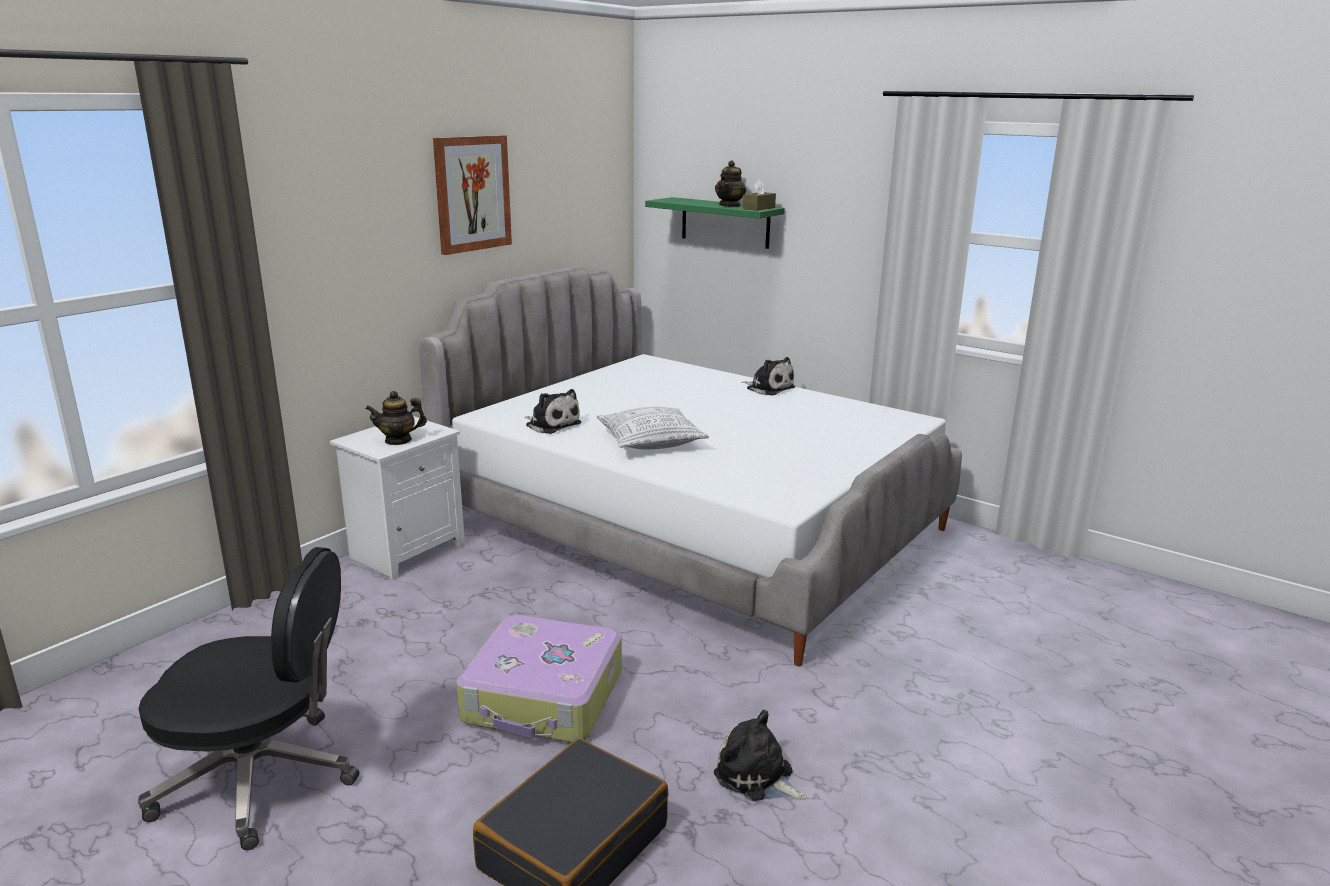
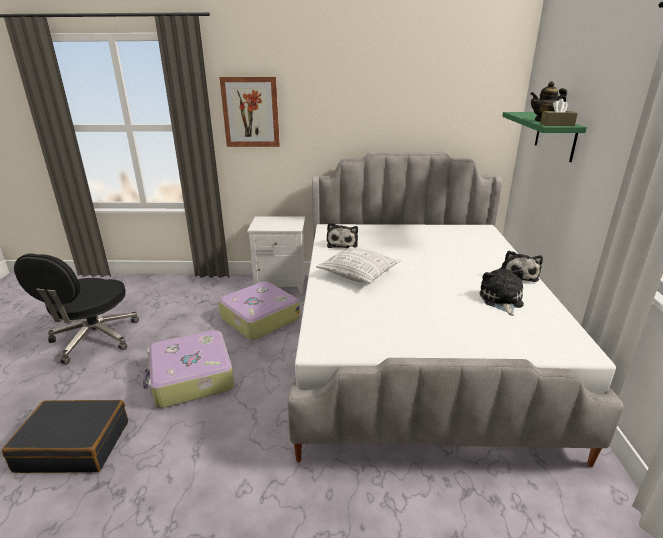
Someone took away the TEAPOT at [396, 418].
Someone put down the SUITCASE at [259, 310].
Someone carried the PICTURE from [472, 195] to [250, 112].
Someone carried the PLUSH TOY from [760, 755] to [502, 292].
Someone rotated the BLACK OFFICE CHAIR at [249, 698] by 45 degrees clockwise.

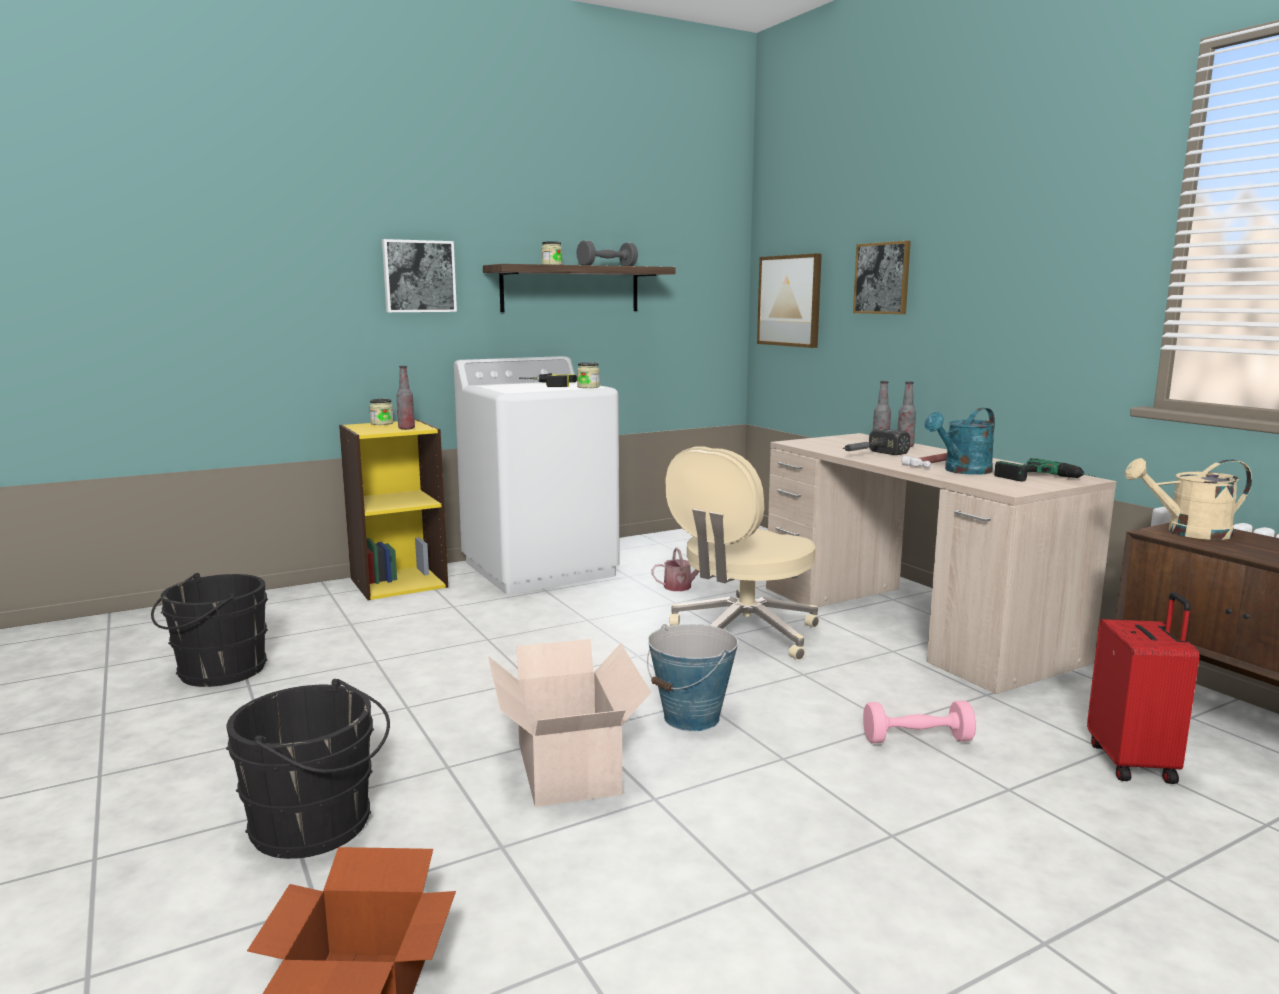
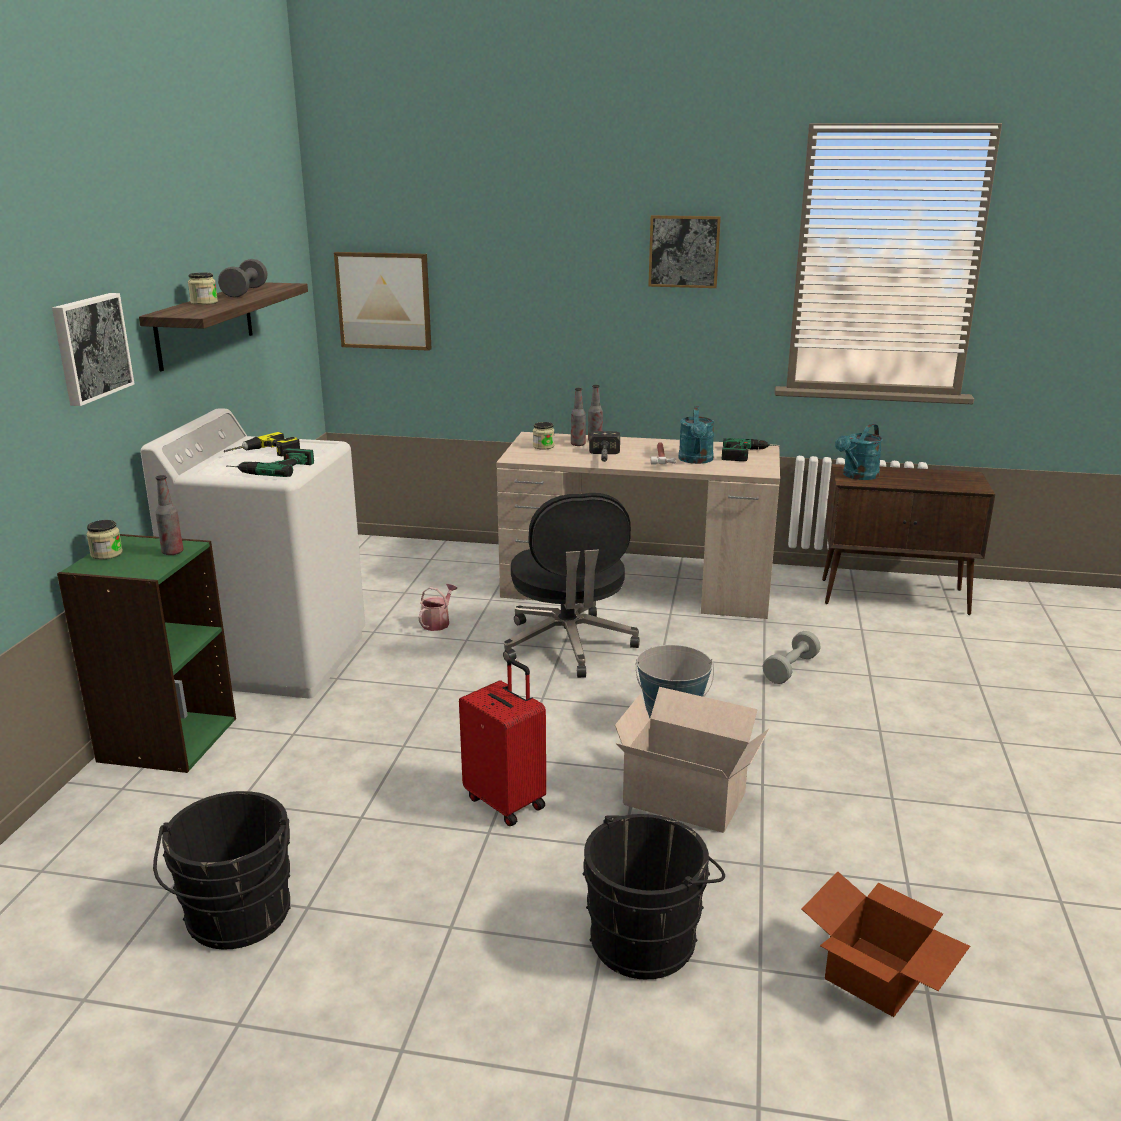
Someone put down the POWER DRILL at [271, 462].
Someone carried the JAR from [588, 375] to [543, 435].
Someone carried the PICTURE from [882, 277] to [684, 251].
Someone carried the RED SUITCASE from [1143, 688] to [502, 742].
Someone repainted the YELLOW BOOKCASE at [393, 510], which became the GREEN BOOKCASE at [146, 653].
Someone repainted the BEIGE OFFICE CHAIR at [742, 553], which became the BLACK OFFICE CHAIR at [571, 585].
Someone repainted the PINK DUMBBELL at [919, 722], which became the GREY DUMBBELL at [792, 657].
Someone repainted the BEIGE WATERING CAN at [1188, 499], which became the TURQUOISE WATERING CAN at [859, 452].

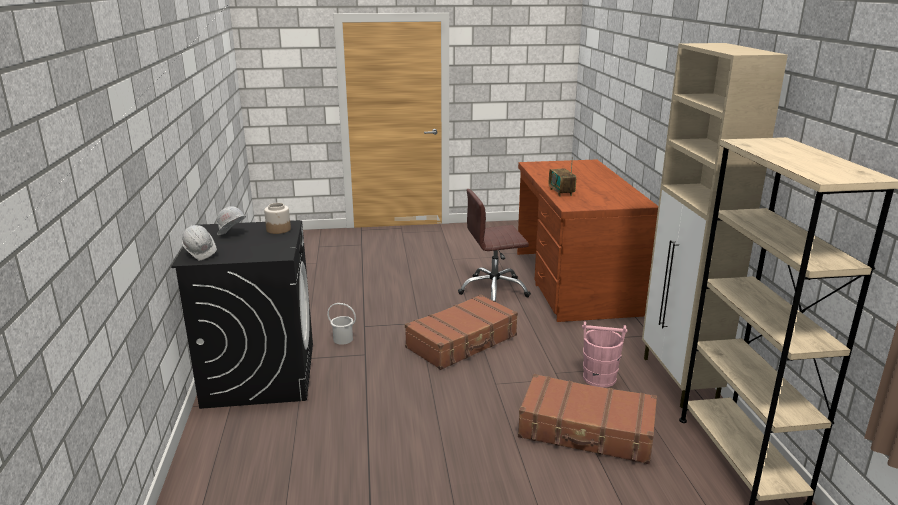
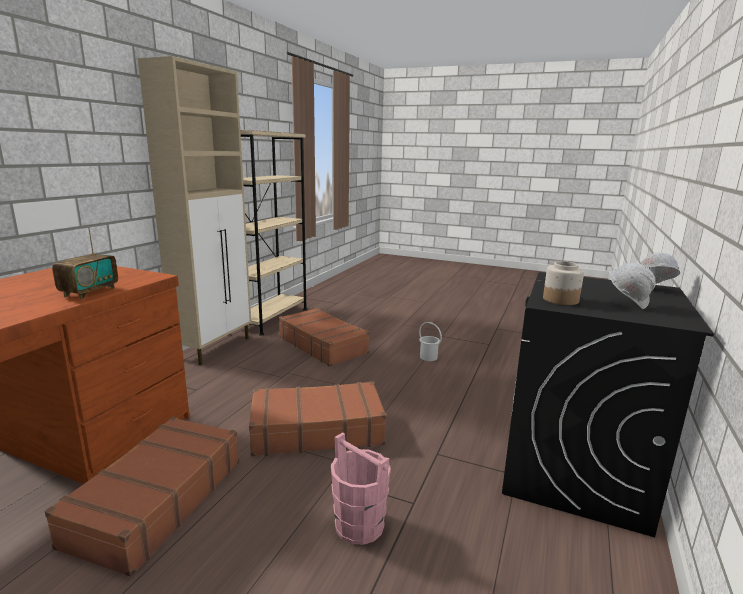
Someone carried the WHITE BUCKET from [341, 324] to [430, 341].
Someone carried the PINK BUCKET from [604, 354] to [361, 488].
Someone swapped the BROWN OFFICE CHAIR at [494, 245] for the BROWN SUITCASE at [142, 497].

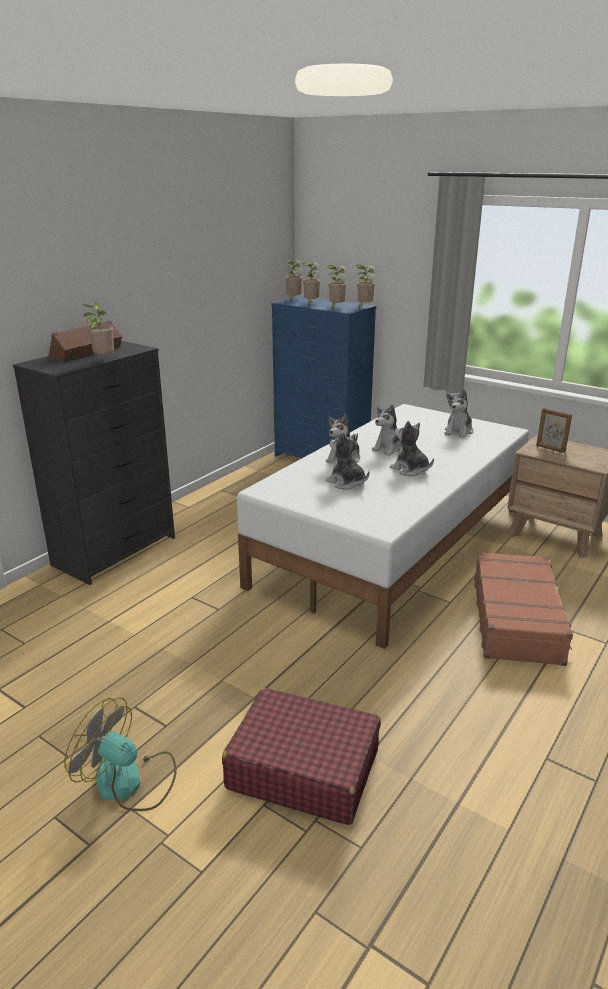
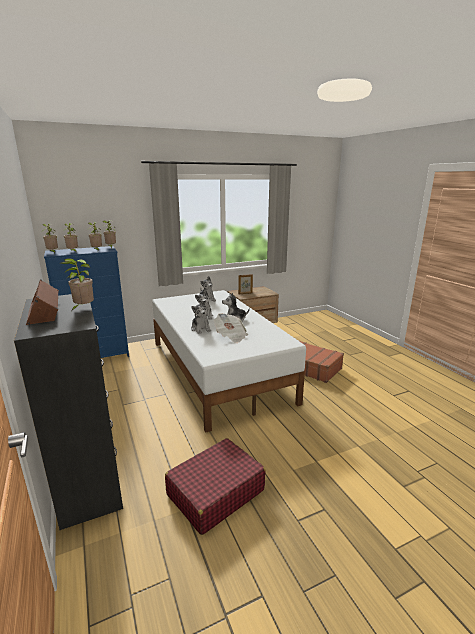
Someone took away the FAN at [120, 754].
Someone carried the RED SUITCASE from [301, 756] to [215, 486].
Someone swapped the PLUSH TOY at [347, 461] for the NEWSPAPER at [231, 328].

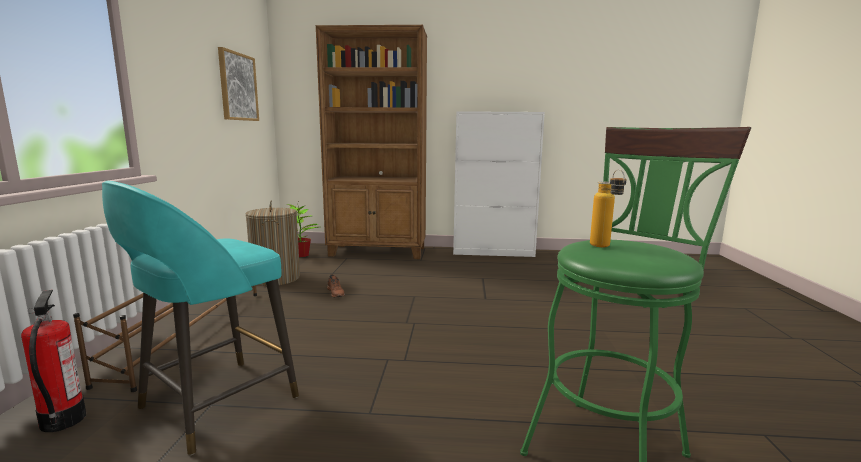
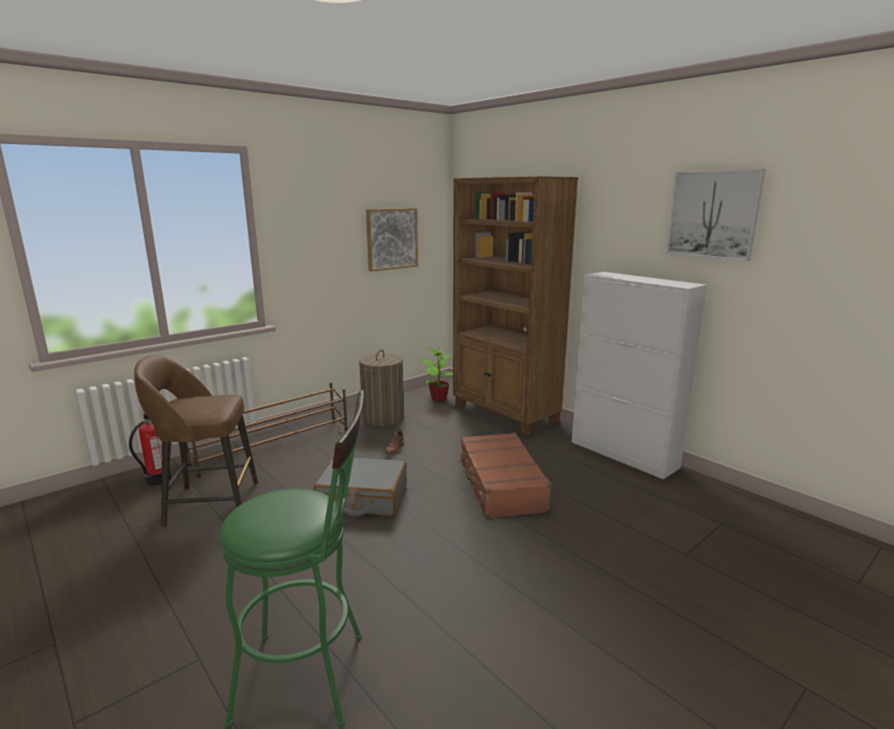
Someone took away the BOTTLE at [608, 208].
Someone put down the GREY SUITCASE at [360, 486].
Someone put down the BROWN SUITCASE at [505, 475].
Someone put up the PICTURE at [716, 215].
Someone repainted the TURQUOISE STOOL at [200, 318], which became the BROWN STOOL at [196, 441].

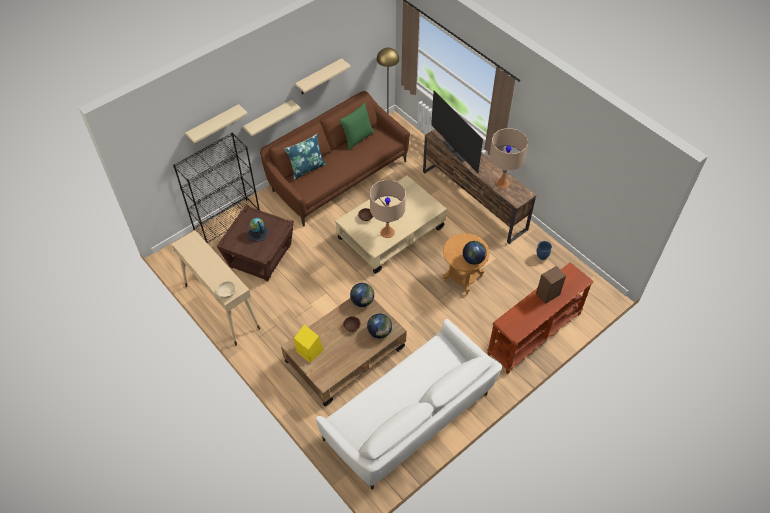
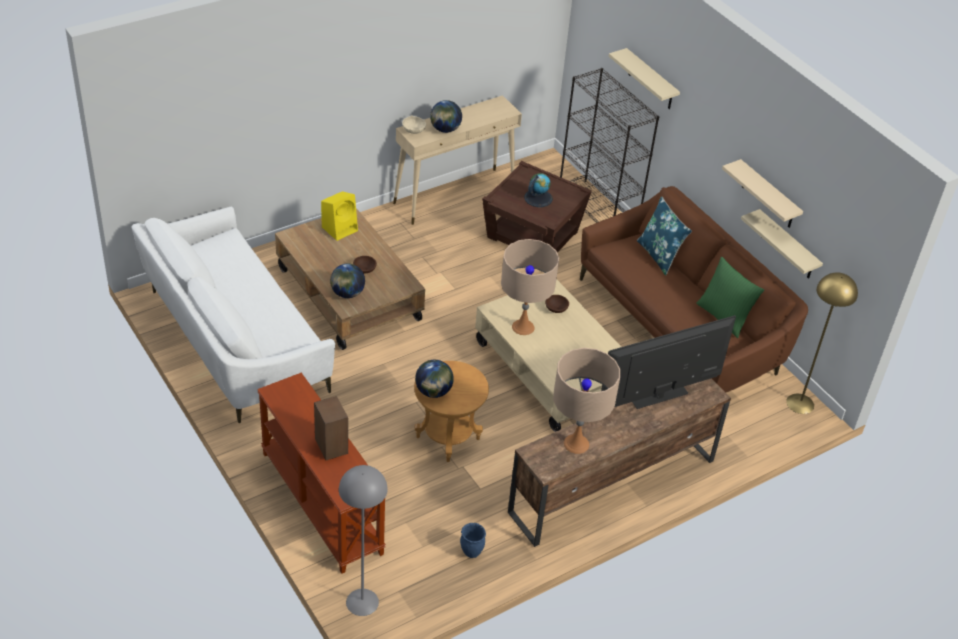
Someone put down the GREY FLOOR LAMP at [363, 540].
Someone carried the BEIGE SHELF from [272, 118] to [782, 244].
Someone carried the GLOBE from [362, 295] to [446, 116].

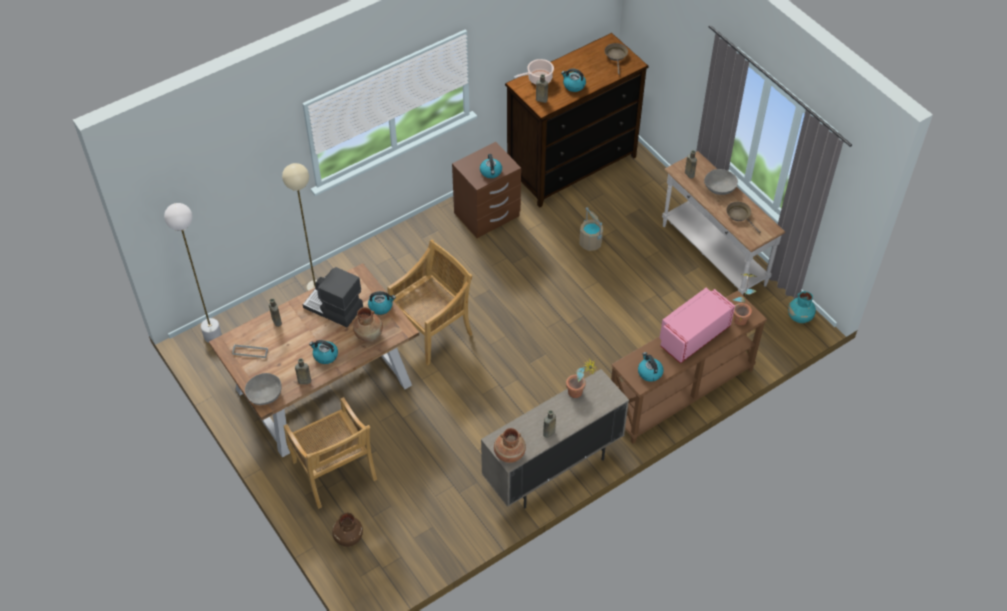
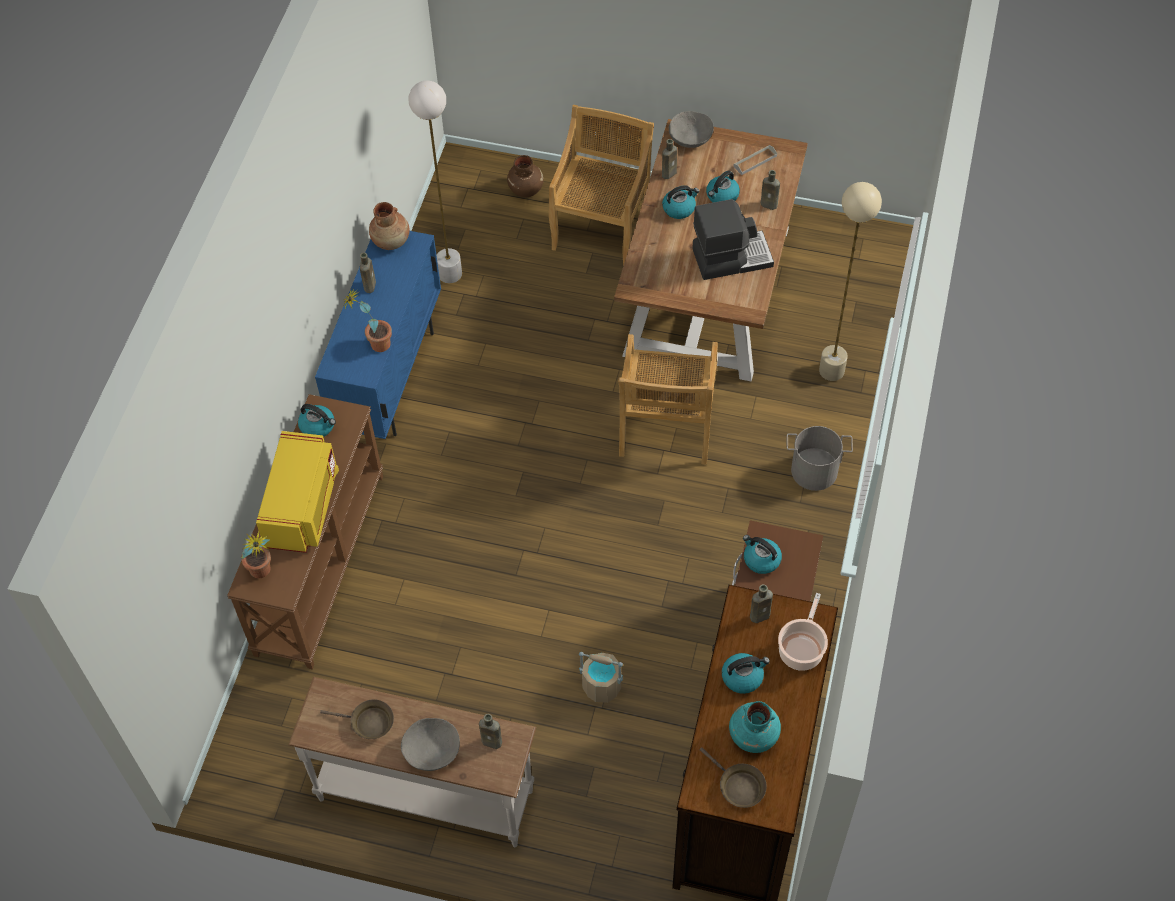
Someone took away the BROWN VASE at [368, 324].
Someone put down the GREY BUCKET at [819, 458].
Someone carried the WHITE FLOOR LAMP from [193, 273] to [435, 182].
Someone carried the KETTLE from [382, 303] to [723, 187].
Someone carried the TURQUOISE VASE from [802, 307] to [755, 727].
Someone repainted the BEIGE CABINET at [555, 438], which became the BLUE CABINET at [378, 335].
Someone repainted the PINK MICROWAVE at [697, 326], which became the YELLOW MICROWAVE at [297, 492].
Someone rotated the BEIGE CHAIR at [330, 453] by 90 degrees clockwise.

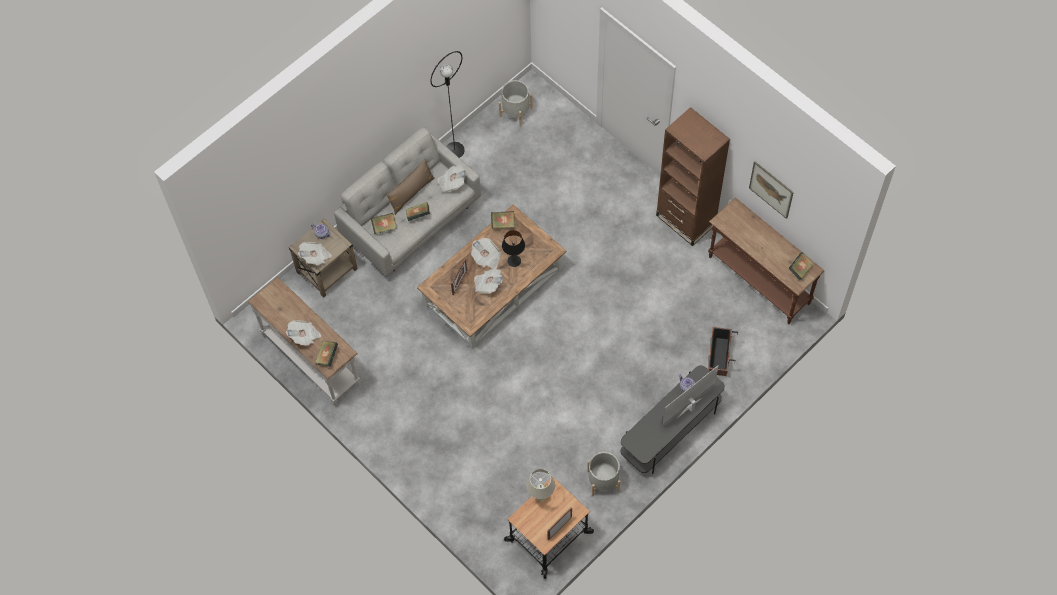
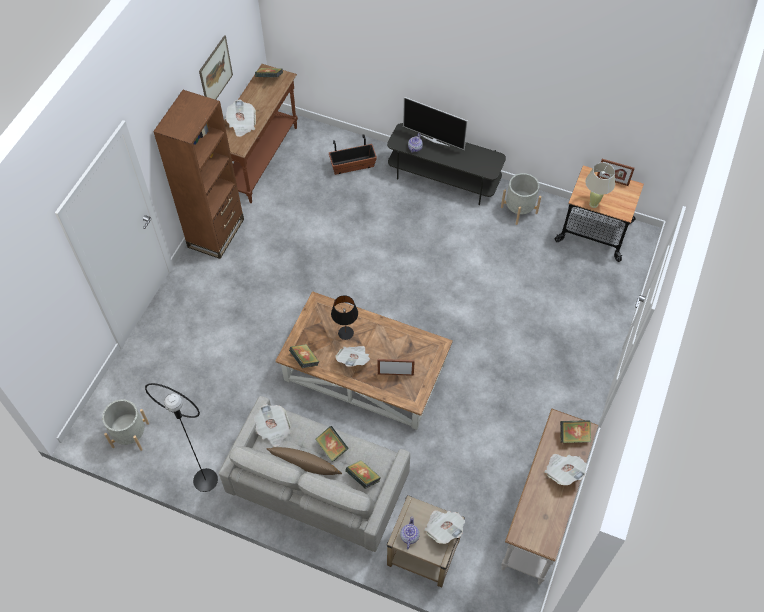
Someone carried the NEWSPAPER from [488, 281] to [241, 118].

